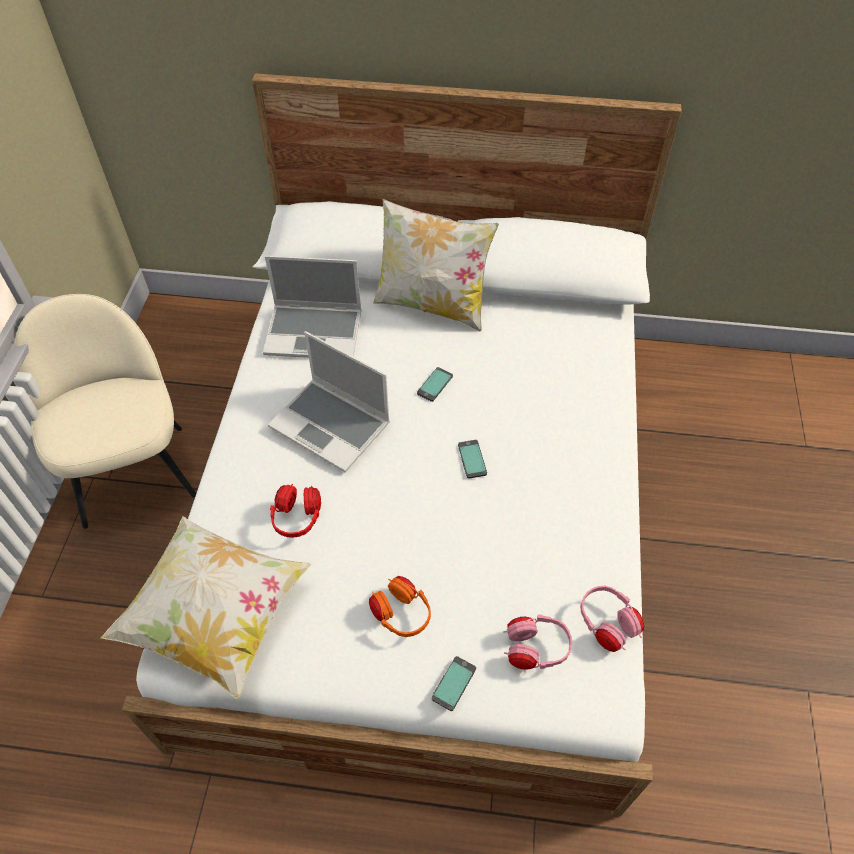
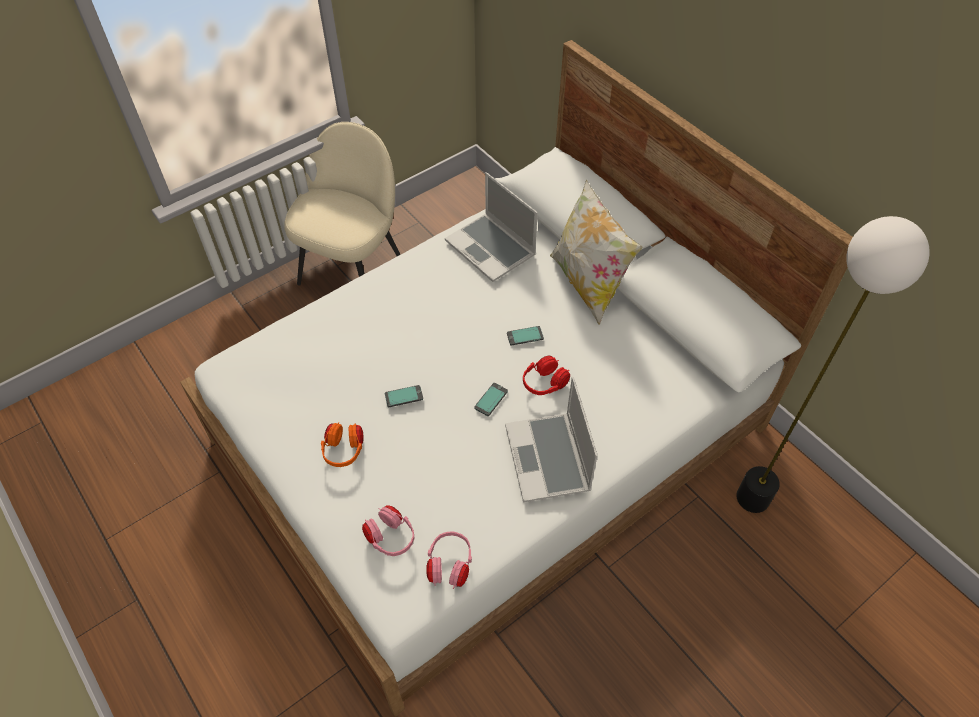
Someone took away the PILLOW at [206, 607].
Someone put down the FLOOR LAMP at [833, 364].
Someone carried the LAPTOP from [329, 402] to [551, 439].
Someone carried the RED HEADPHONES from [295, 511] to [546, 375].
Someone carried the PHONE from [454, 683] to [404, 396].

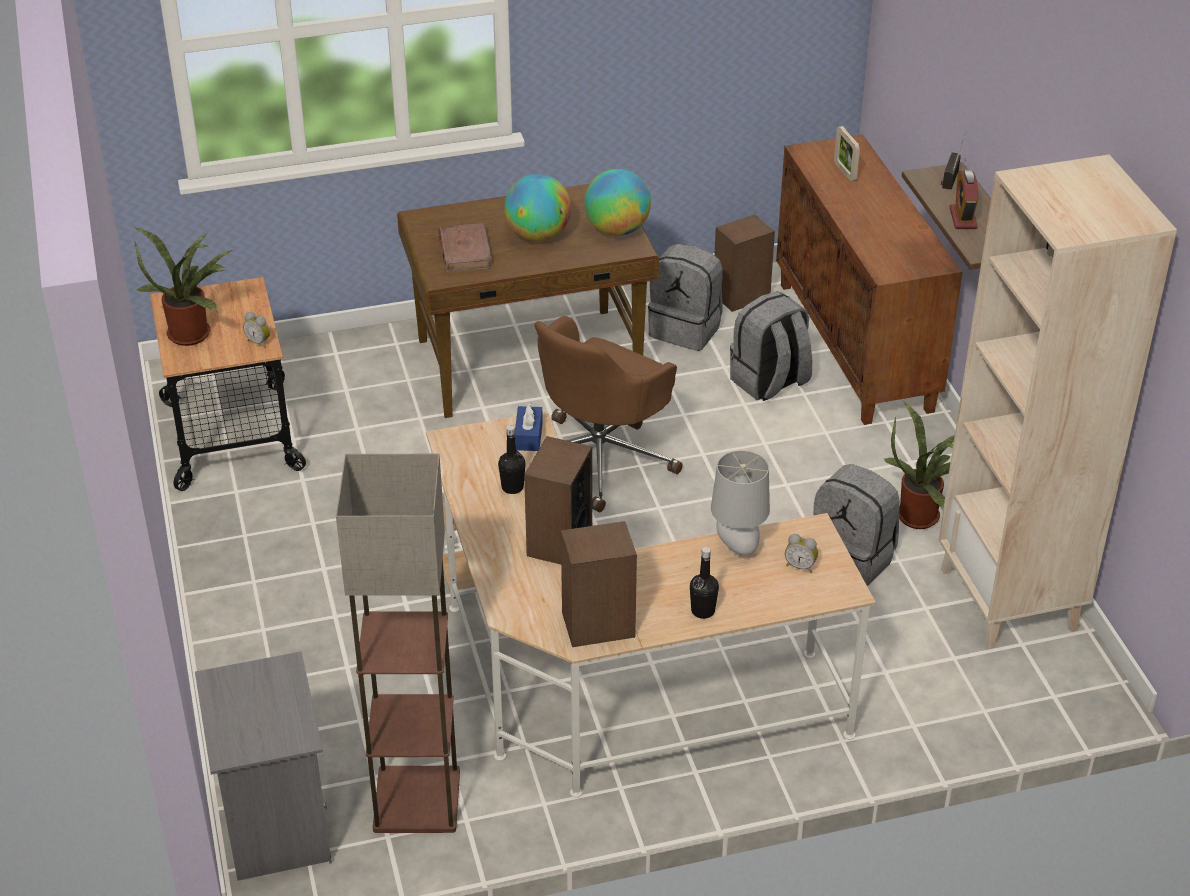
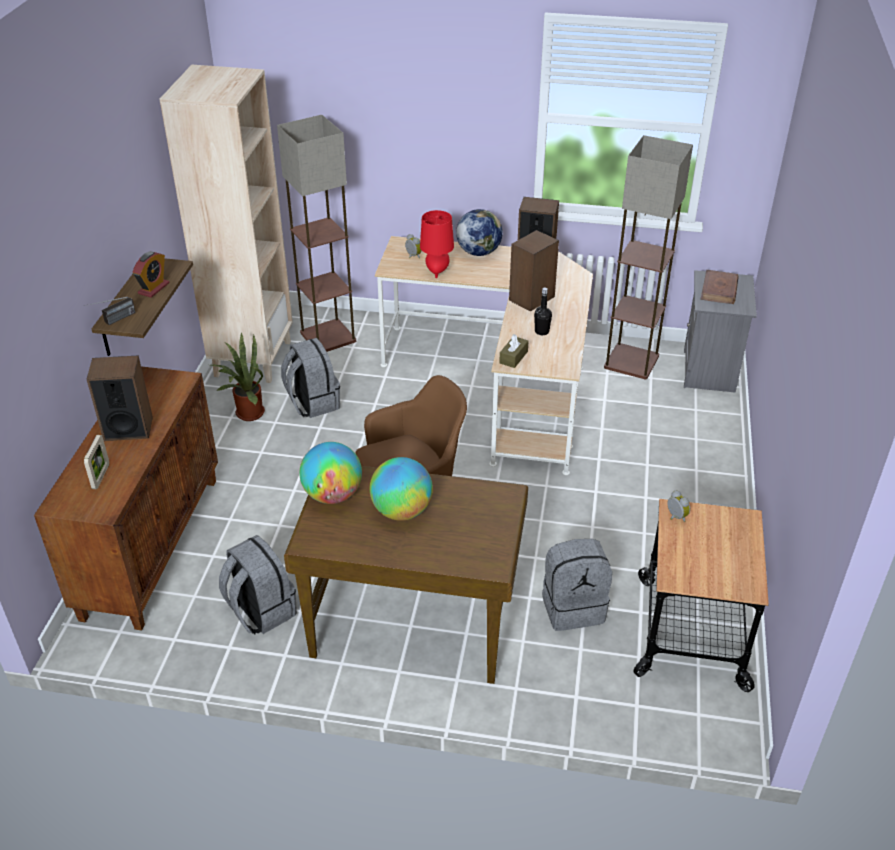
Someone took away the POTTED PLANT at [183, 287].
Someone put down the FLOOR LAMP at [316, 233].
Someone carried the BROWN BOOK from [465, 248] to [719, 287].
Someone carried the SPEAKER from [745, 263] to [120, 398].
Someone carried the GREY BACKPACK from [771, 346] to [577, 585].
Someone swapped the BLACK BOTTLE at [704, 583] for the GLOBE at [479, 232].
Someone repainted the BLUE TISSUE BOX at [529, 427], which became the BROWN TISSUE BOX at [514, 351].
Someone repainted the GREY TABLE LAMP at [740, 503], which became the RED TABLE LAMP at [437, 244].

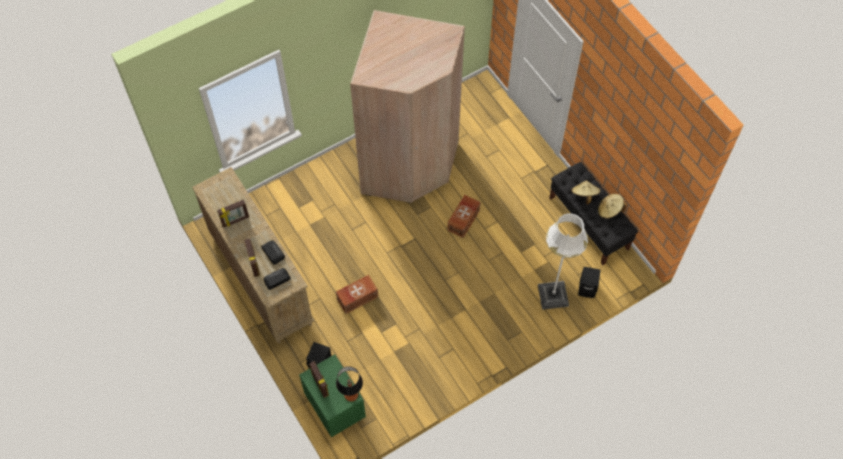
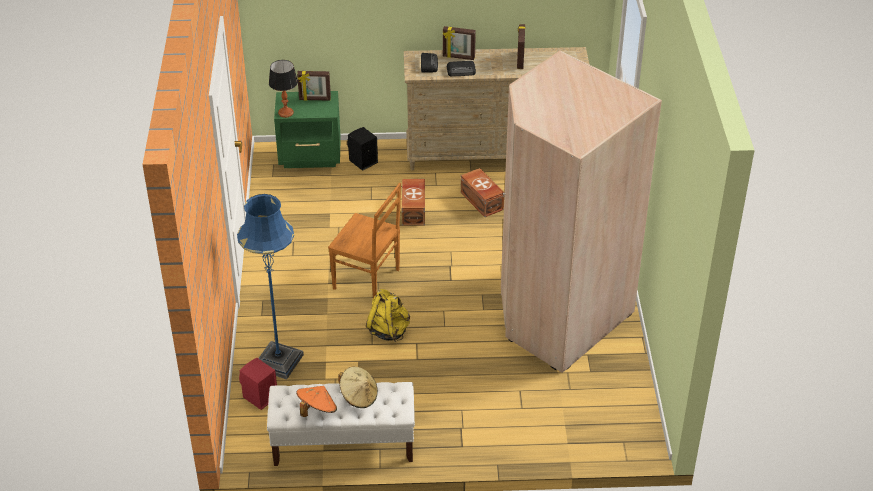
Someone put down the BROWN CHAIR at [364, 240].
Someone put down the YELLOW BACKPACK at [388, 315].
Someone carried the BROWN STORAGE BOX from [464, 216] to [482, 192].
Someone repainted the WHITE FLOOR LAMP at [563, 261], which became the BLUE FLOOR LAMP at [270, 287].
Someone repainted the BLACK BENCH at [593, 213], which became the WHITE BENCH at [341, 424].
Someone repainted the BLACK SPEAKER at [589, 282], which became the RED SPEAKER at [258, 384].
Someone repainted the BEIGE HAT at [612, 206], which became the ORANGE HAT at [316, 401].

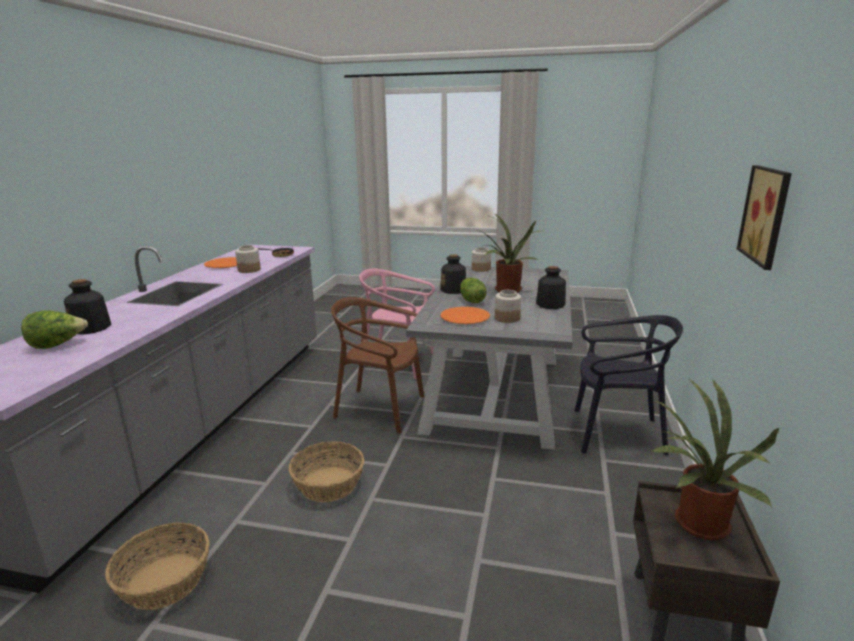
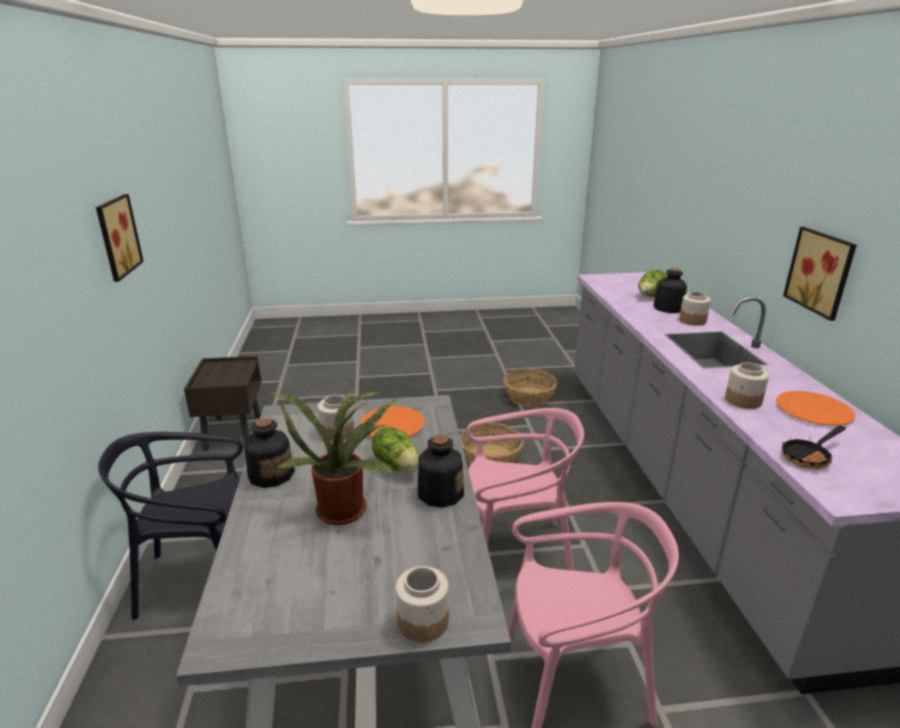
Someone took away the POTTED PLANT at [715, 459].
Someone put down the JAR at [695, 309].
Someone put up the PICTURE at [820, 274].
Someone repainted the BROWN CHAIR at [377, 365], which became the PINK CHAIR at [525, 489].

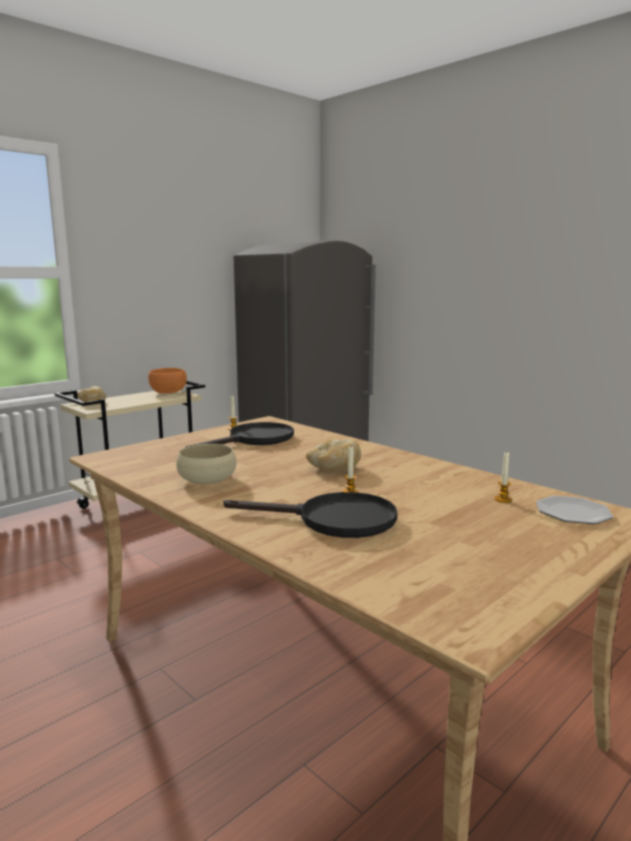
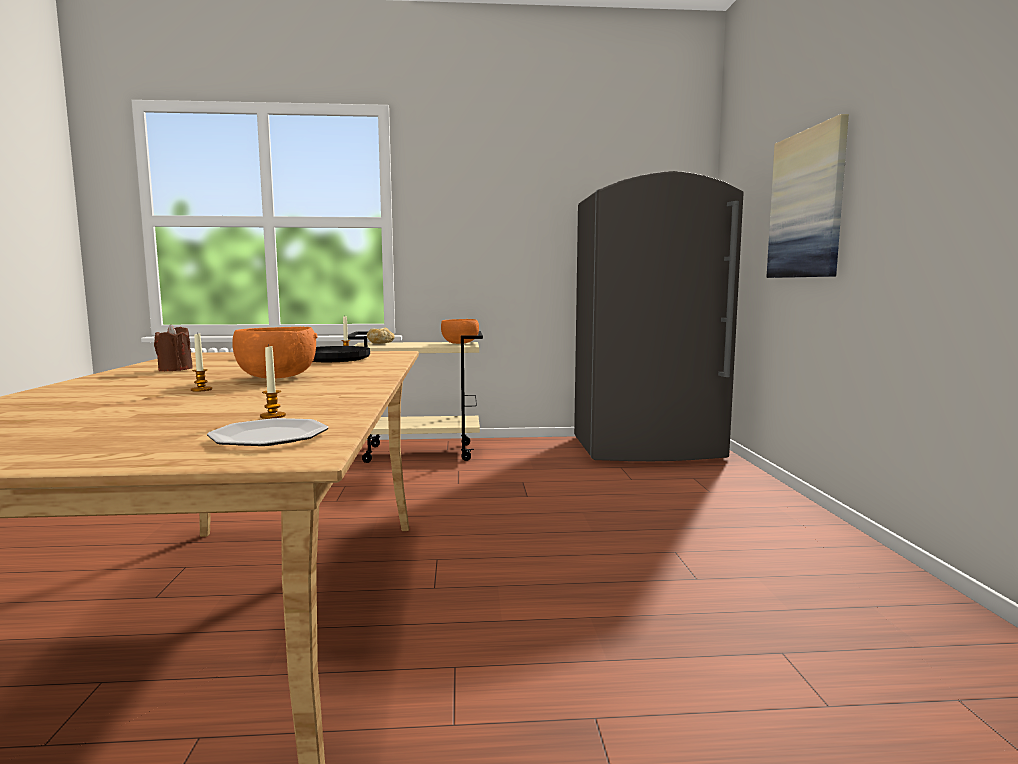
Someone took away the BLACK FRYING PAN at [310, 515].
Someone put up the PICTURE at [808, 196].
Someone swapped the BEIGE BOWL at [206, 464] for the BROWN CANDLE at [173, 347].
Someone swapped the BREAD at [333, 454] for the ORANGE BOWL at [275, 353].

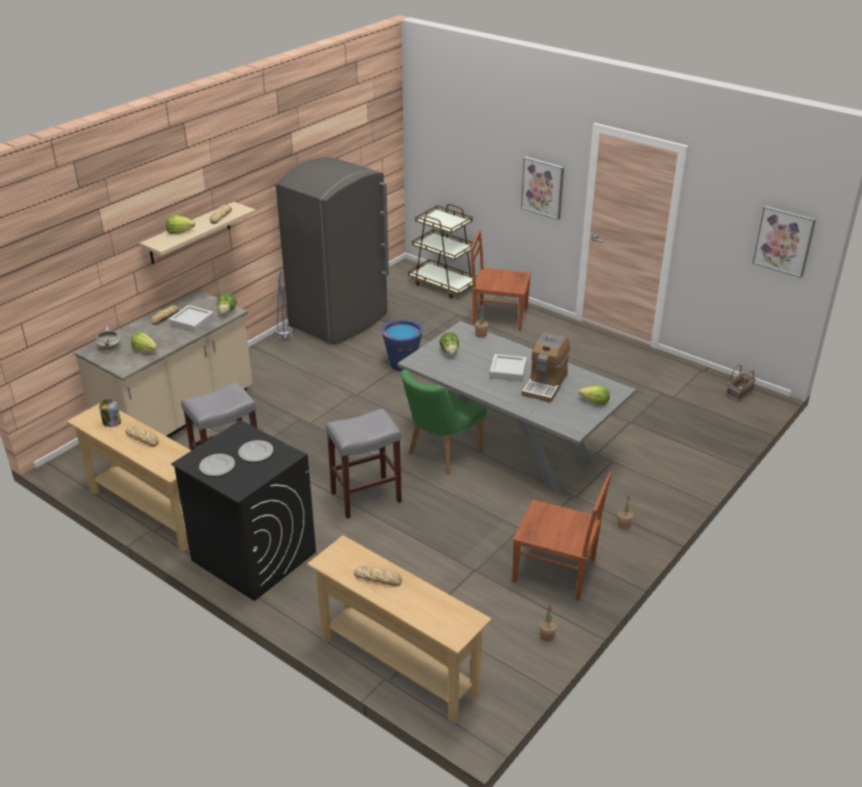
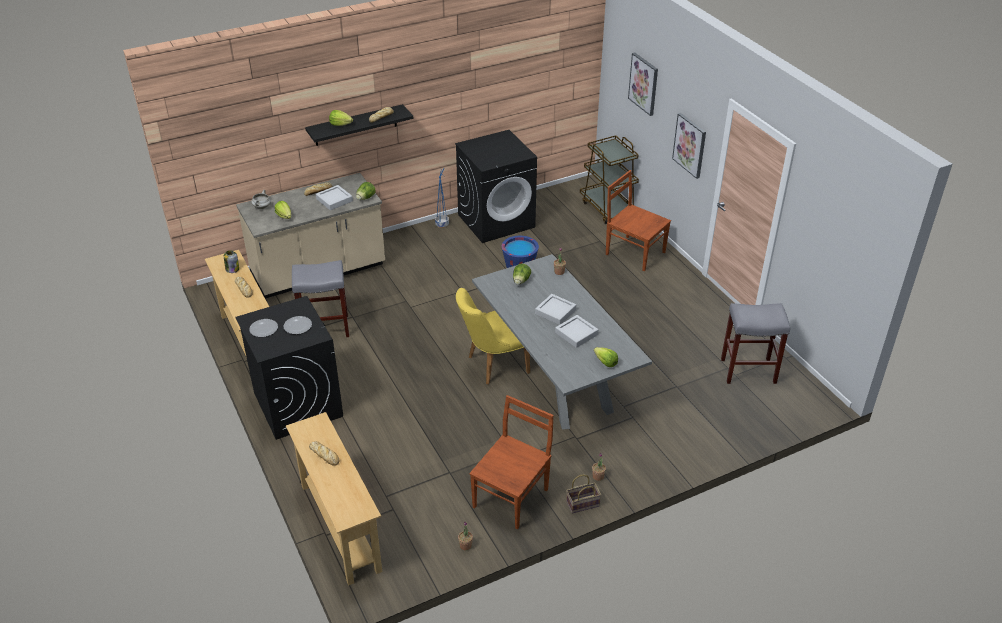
Someone carried the GREY STOOL from [363, 463] to [755, 343].
Someone carried the BASKET from [741, 383] to [583, 494].
Someone carried the PICTURE from [784, 241] to [643, 84].
Someone swapped the GREY FRIDGE at [332, 251] for the BLACK WASHING MACHINE at [496, 186].
Someone swapped the COFFEE MACHINE at [545, 367] for the GREY TRAY at [576, 331].
Someone repainted the BEIGE SHELF at [198, 233], which became the BLACK SHELF at [359, 125].
Someone repainted the GREEN CHAIR at [443, 422], which became the YELLOW CHAIR at [493, 336].
Someone rotated the BROWN CHAIR at [562, 536] by 105 degrees counterclockwise.

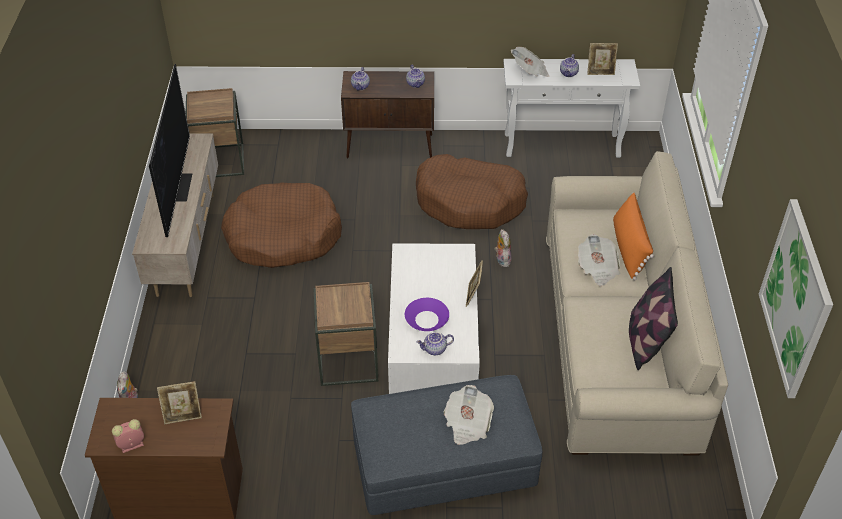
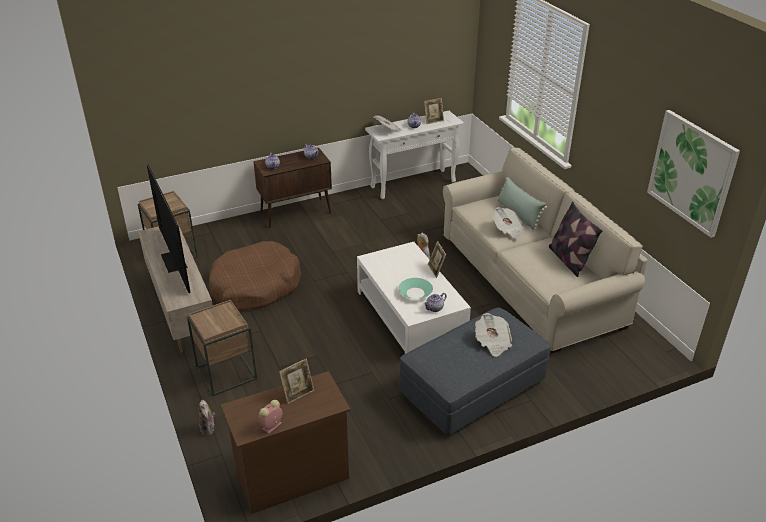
Someone took away the BROWN DOG BED at [472, 191].
Someone carried the BROWN SIDE TABLE from [345, 334] to [222, 348].
Someone repainted the PURPLE BOWL at [427, 314], which became the TURQUOISE BOWL at [416, 288].
Someone repainted the ORANGE PILLOW at [633, 236], which became the GREEN PILLOW at [522, 203].

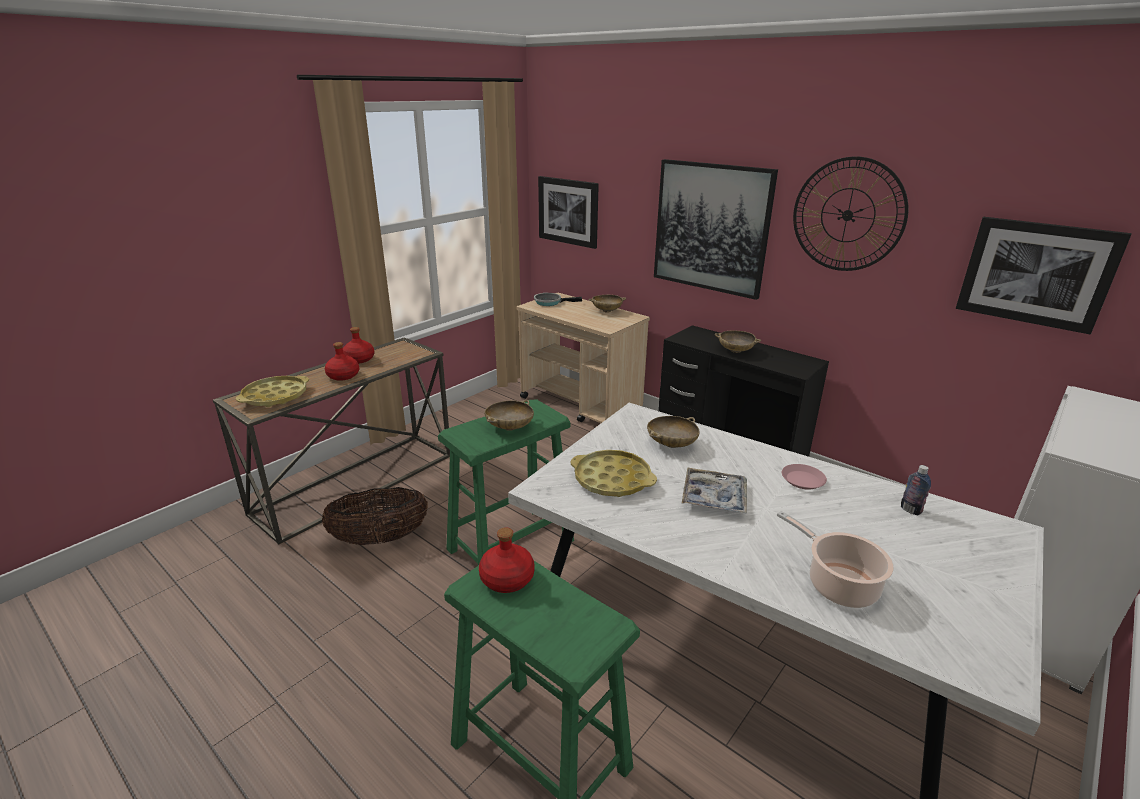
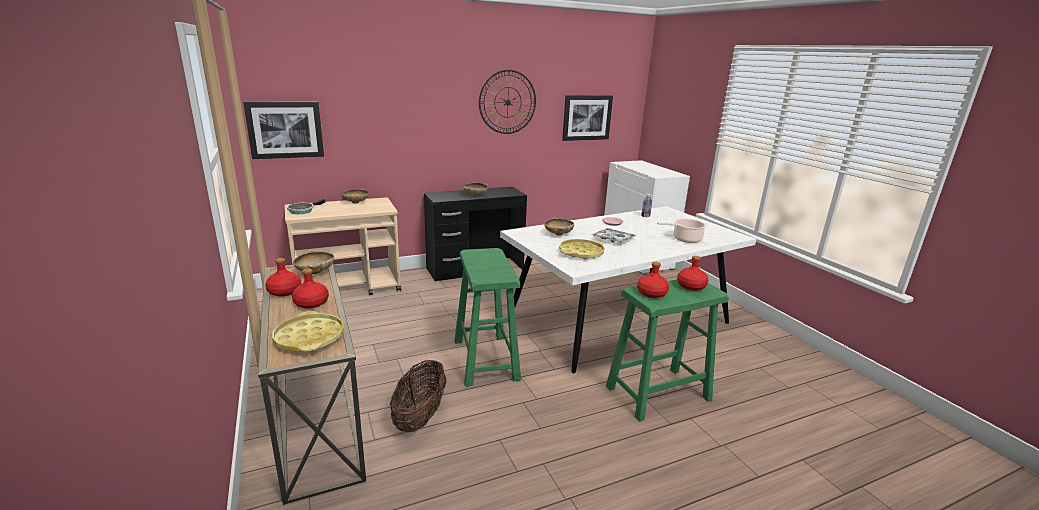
Someone took away the PICTURE at [716, 229].
Someone put down the RED BOTTLE at [692, 273].
Someone carried the BEIGE BOWL from [509, 415] to [313, 262].

